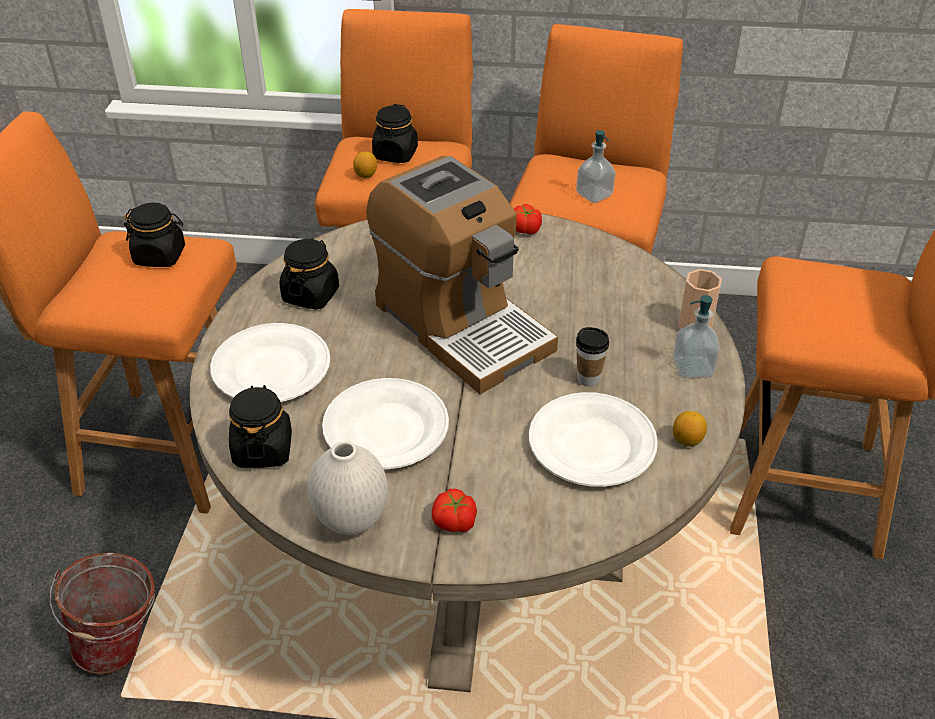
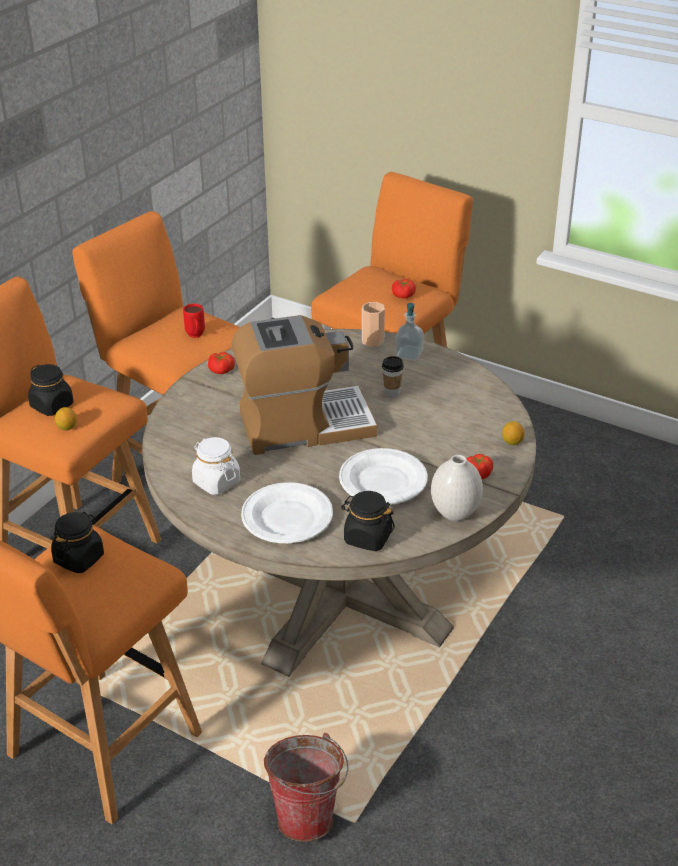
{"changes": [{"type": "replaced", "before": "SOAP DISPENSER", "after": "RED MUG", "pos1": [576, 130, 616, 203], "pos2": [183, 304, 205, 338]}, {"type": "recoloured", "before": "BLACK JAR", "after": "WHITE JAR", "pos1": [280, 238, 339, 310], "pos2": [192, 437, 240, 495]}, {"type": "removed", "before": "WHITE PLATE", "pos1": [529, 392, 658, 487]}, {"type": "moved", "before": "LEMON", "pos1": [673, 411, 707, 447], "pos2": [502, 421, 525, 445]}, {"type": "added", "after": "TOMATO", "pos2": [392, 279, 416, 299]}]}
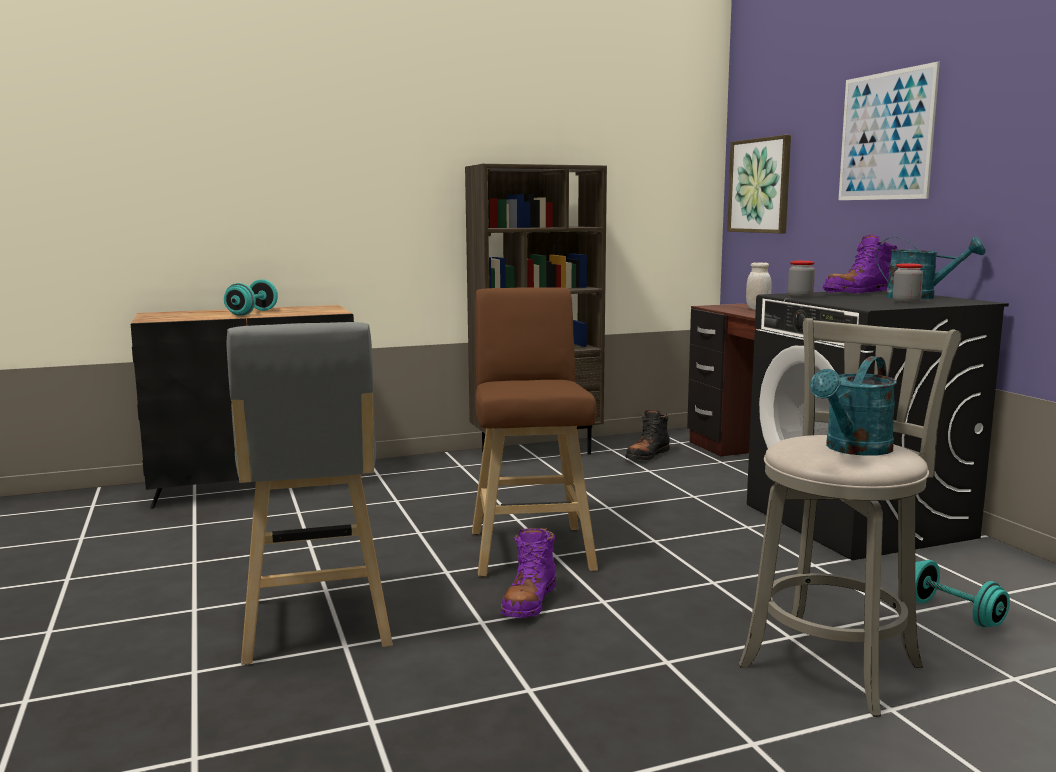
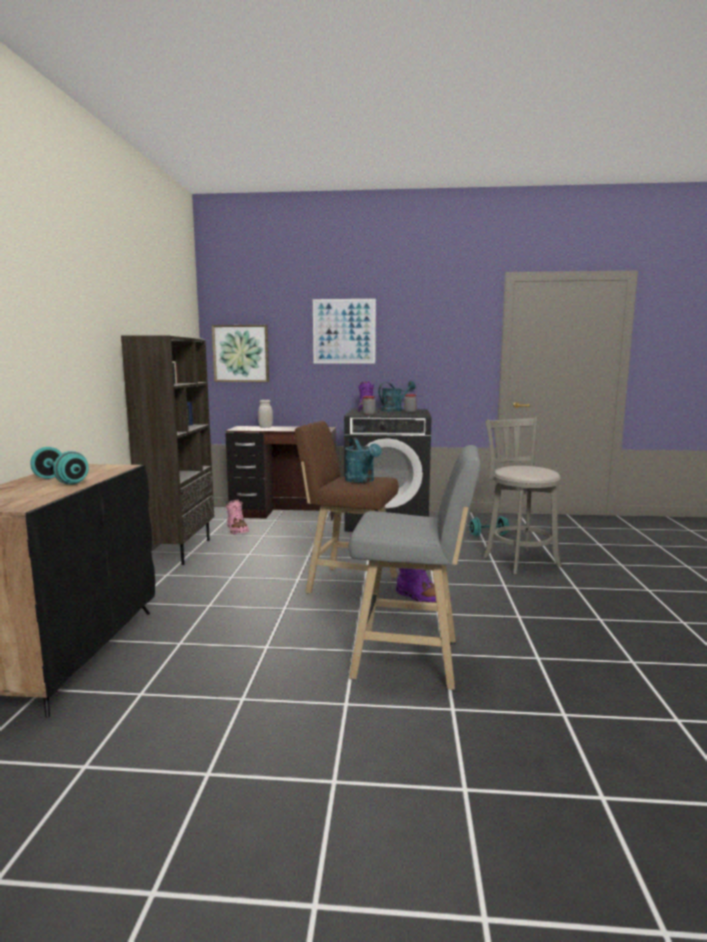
{"changes": [{"type": "moved", "before": "TURQUOISE WATERING CAN", "pos1": [810, 356, 896, 456], "pos2": [345, 438, 382, 483]}, {"type": "recoloured", "before": "BLACK BOOT", "after": "PINK BOOT", "pos1": [625, 410, 670, 460], "pos2": [226, 500, 249, 535]}]}
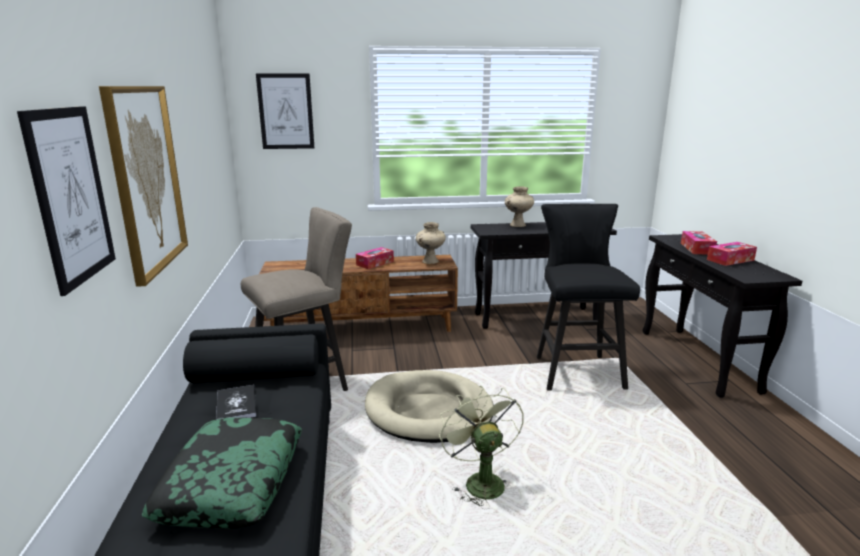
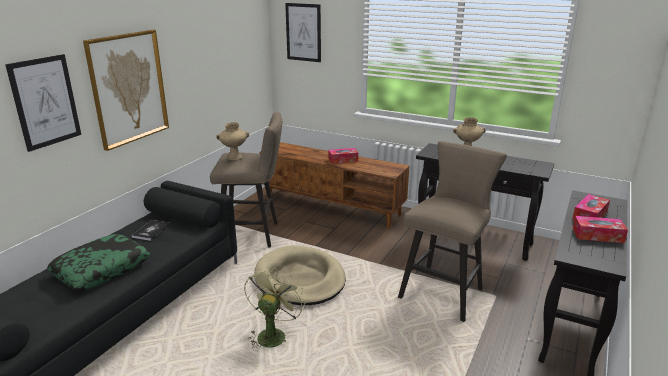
{"changes": [{"type": "recoloured", "before": "BLACK STOOL", "after": "BEIGE STOOL", "pos1": [537, 204, 640, 391], "pos2": [398, 141, 507, 322]}, {"type": "moved", "before": "BEIGE VASE", "pos1": [416, 222, 446, 264], "pos2": [216, 122, 249, 160]}]}
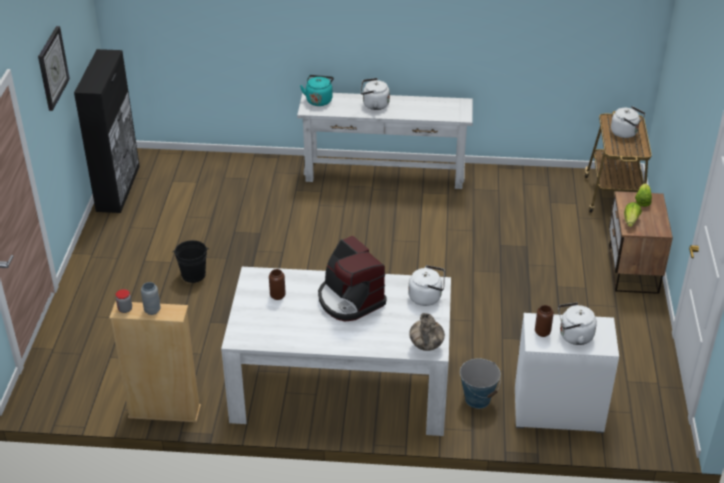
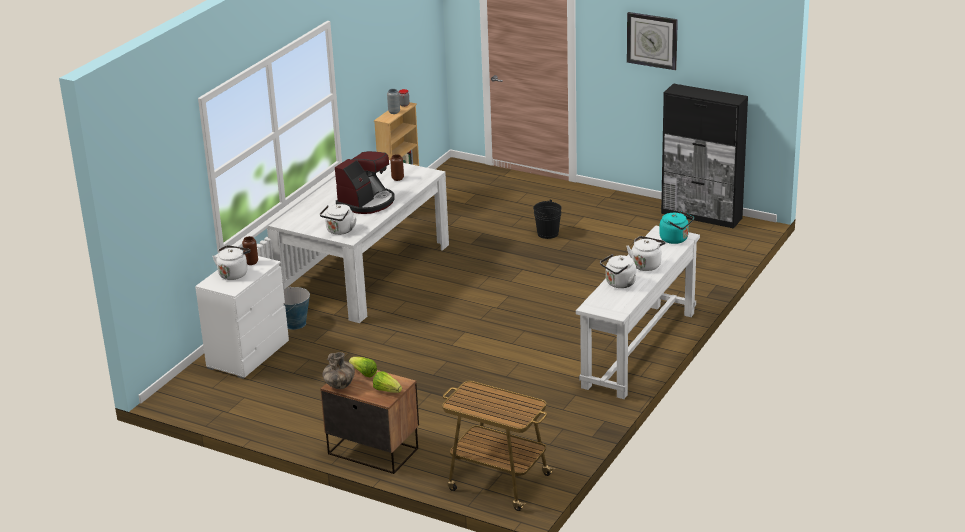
{"changes": [{"type": "moved", "before": "WHITE KETTLE", "pos1": [611, 106, 645, 138], "pos2": [600, 254, 636, 288]}, {"type": "turned", "before": "COFFEE MACHINE", "pos1": [318, 236, 387, 322], "pos2": [335, 151, 395, 214], "turn": 135}, {"type": "moved", "before": "VASE", "pos1": [409, 313, 445, 351], "pos2": [322, 352, 355, 389]}]}
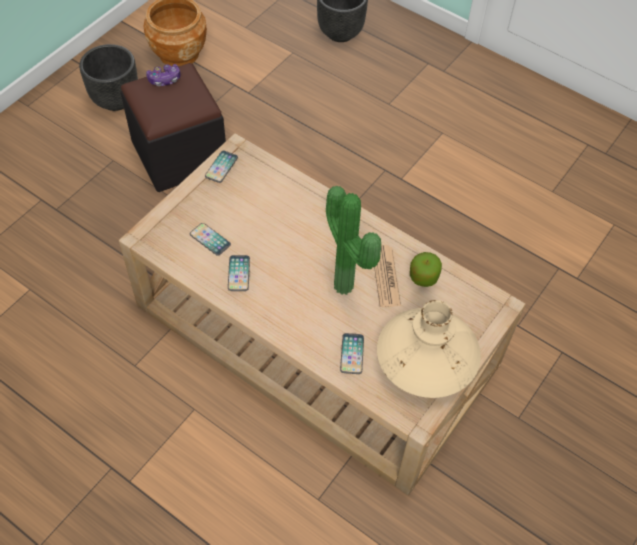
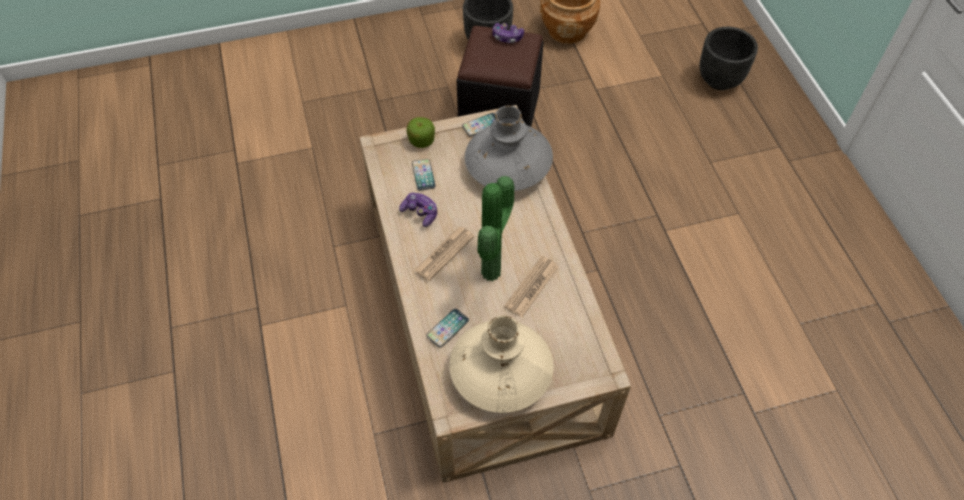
{"changes": [{"type": "moved", "before": "APPLE", "pos1": [410, 252, 442, 287], "pos2": [406, 117, 435, 148]}, {"type": "replaced", "before": "PHONE", "after": "GAME CONTROLLER", "pos1": [228, 255, 250, 291], "pos2": [399, 192, 437, 227]}, {"type": "added", "after": "GREY VASE", "pos2": [465, 106, 553, 191]}, {"type": "added", "after": "NEWSPAPER", "pos2": [414, 227, 474, 281]}]}
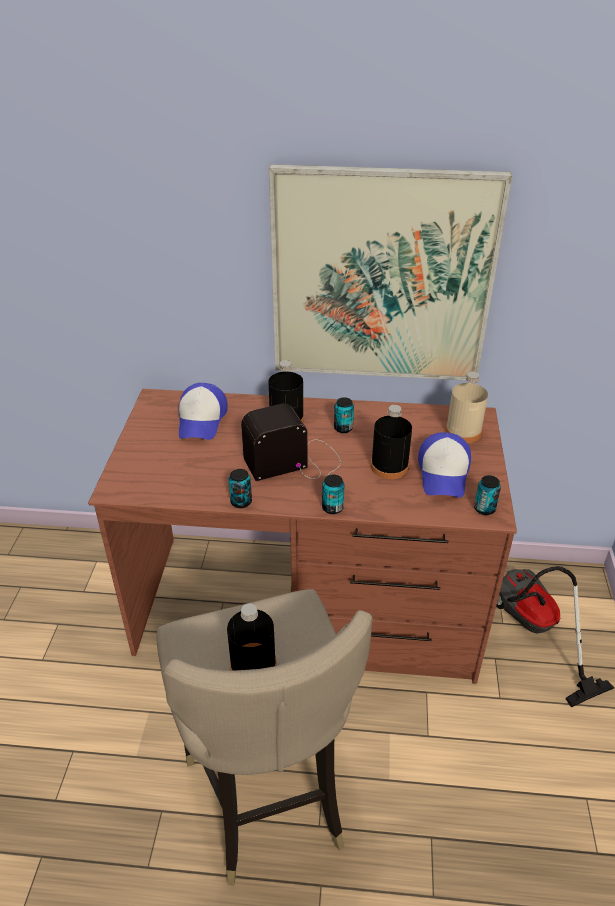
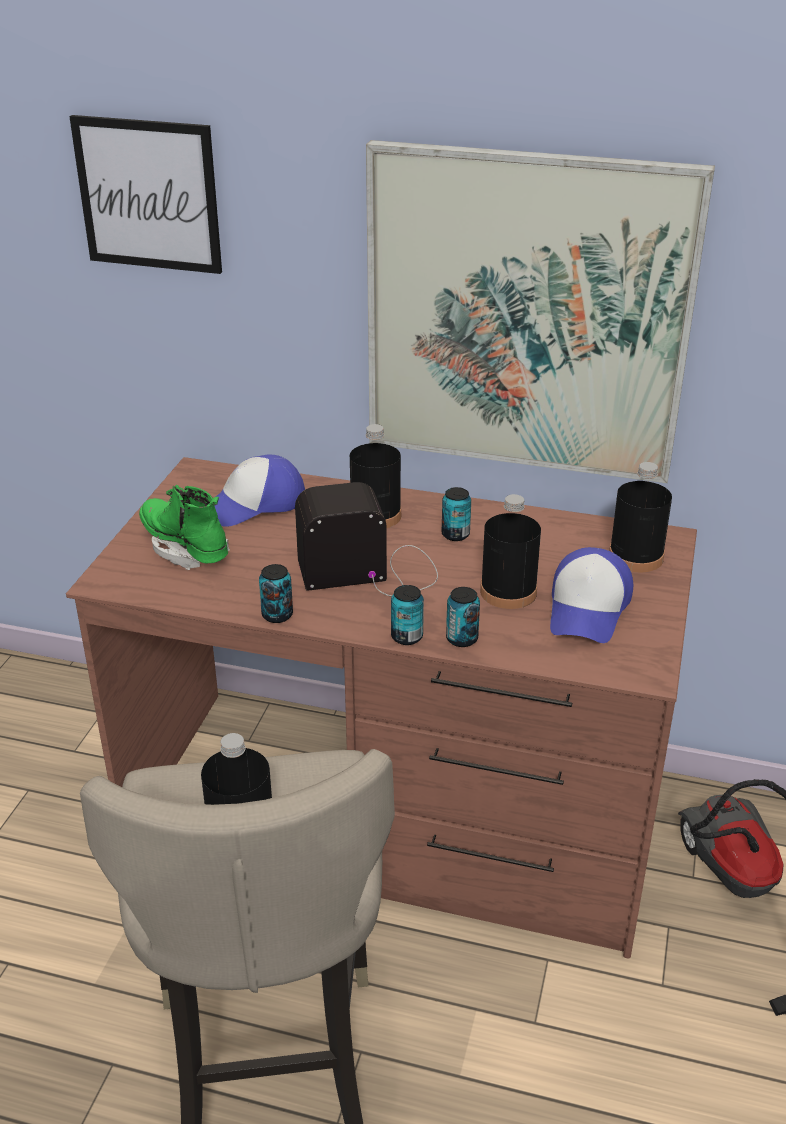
{"changes": [{"type": "recoloured", "before": "BEIGE BOTTLE", "after": "BLACK BOTTLE", "pos1": [446, 372, 488, 443], "pos2": [609, 462, 672, 572]}, {"type": "turned", "before": "CAP", "pos1": [179, 383, 228, 440], "pos2": [215, 455, 305, 527], "turn": 45}, {"type": "moved", "before": "CAN", "pos1": [474, 475, 501, 515], "pos2": [446, 587, 480, 647]}, {"type": "added", "after": "PICTURE", "pos2": [69, 115, 222, 274]}, {"type": "added", "after": "GREEN BOOT", "pos2": [139, 485, 230, 570]}]}
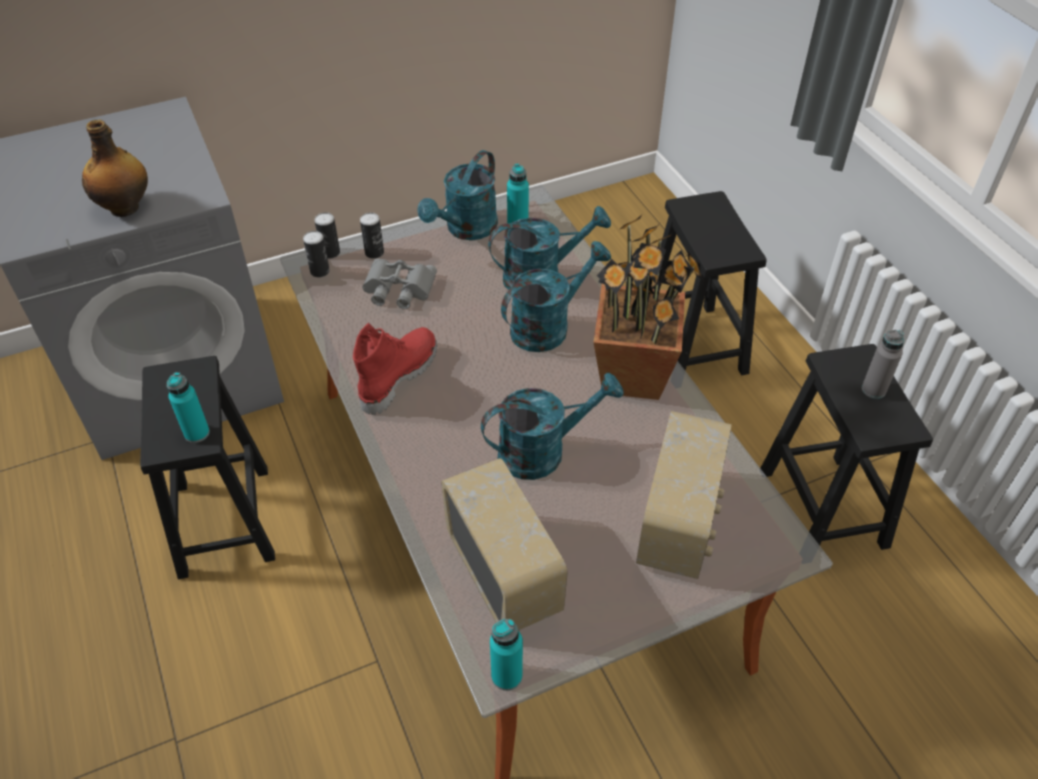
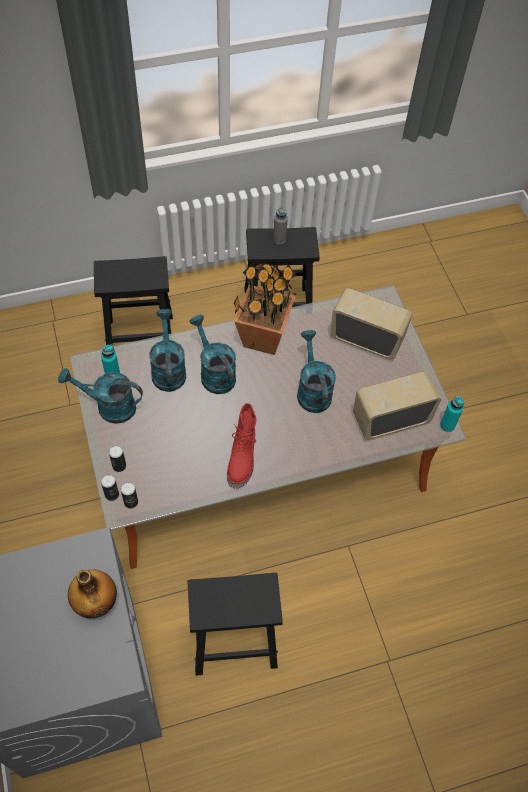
{"changes": [{"type": "turned", "before": "TURQUOISE WATERING CAN", "pos1": [418, 150, 498, 240], "pos2": [58, 368, 143, 424], "turn": 150}, {"type": "removed", "before": "GREY BINOCULARS", "pos1": [362, 258, 437, 309]}, {"type": "turned", "before": "RED BOOT", "pos1": [353, 323, 437, 415], "pos2": [227, 403, 257, 489], "turn": -120}, {"type": "removed", "before": "TURQUOISE BOTTLE", "pos1": [167, 372, 210, 443]}]}
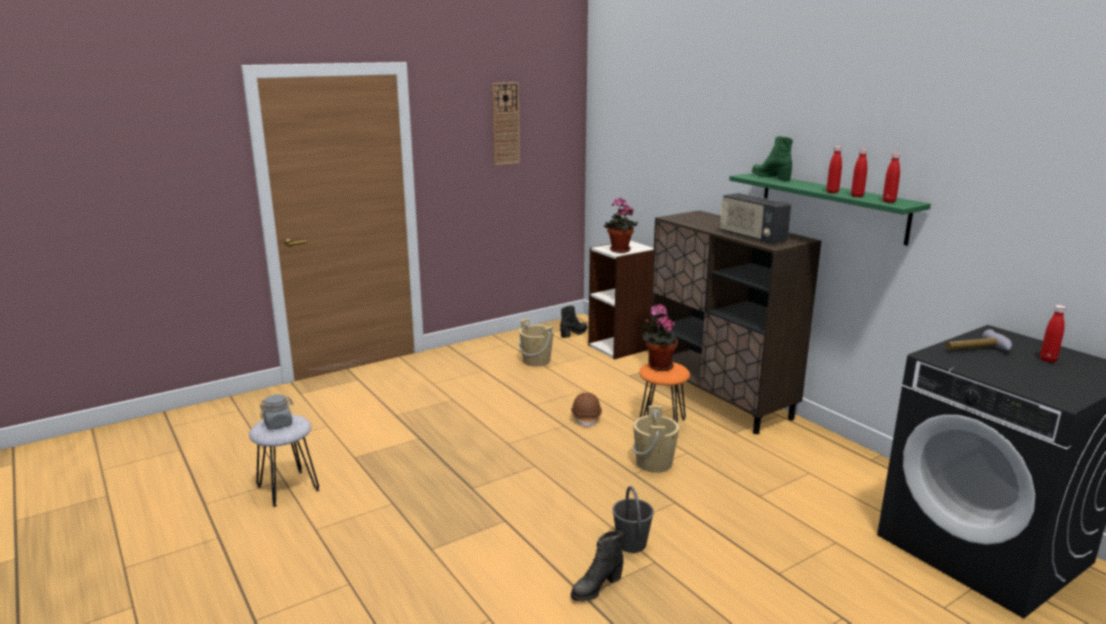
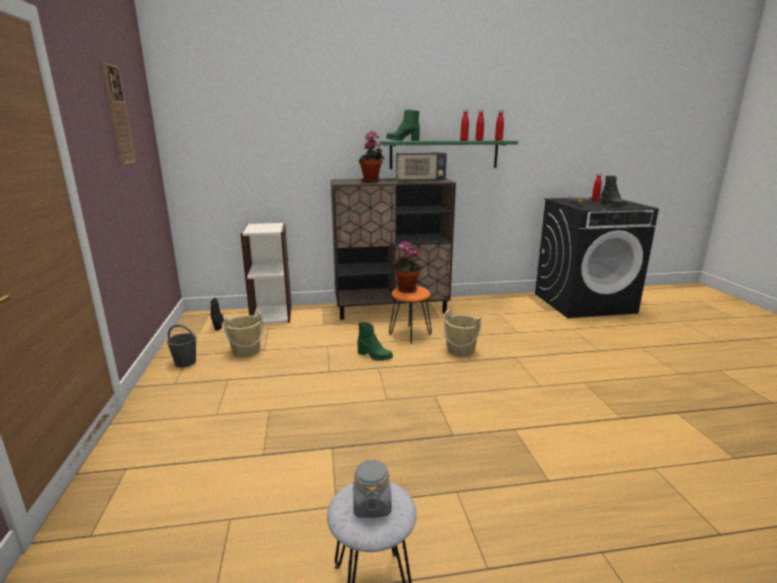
{"changes": [{"type": "moved", "before": "POTTED PLANT", "pos1": [604, 198, 638, 253], "pos2": [359, 131, 384, 182]}, {"type": "replaced", "before": "BROWN HARD HAT", "after": "GREEN BOOT", "pos1": [571, 392, 602, 428], "pos2": [357, 322, 393, 360]}, {"type": "moved", "before": "GREY BUCKET", "pos1": [612, 486, 654, 553], "pos2": [167, 324, 197, 367]}, {"type": "moved", "before": "BLACK BOOT", "pos1": [571, 531, 623, 602], "pos2": [600, 176, 627, 207]}]}
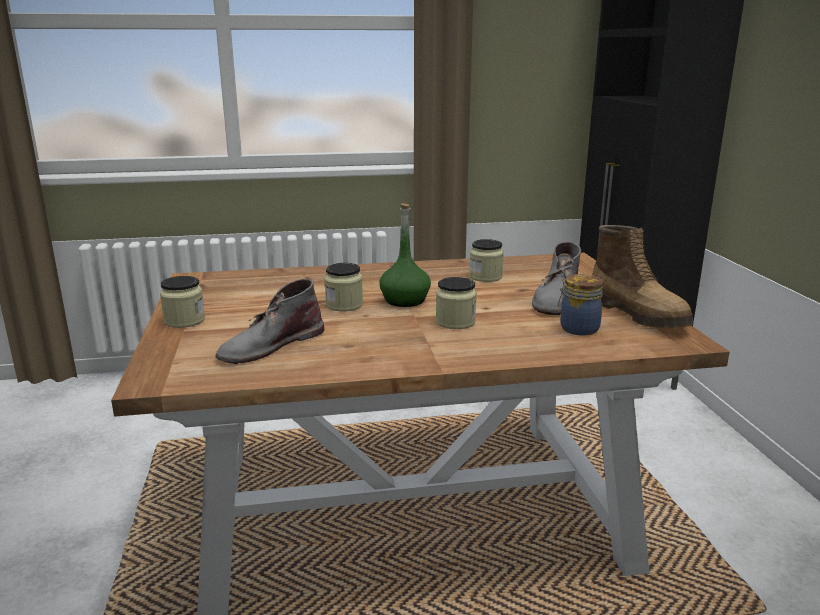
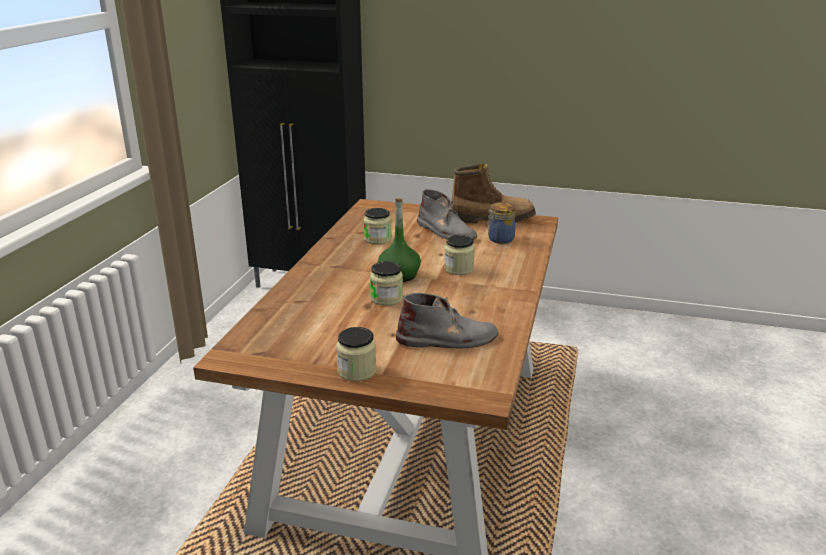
{"changes": [{"type": "turned", "before": "GREY BOOT", "pos1": [215, 279, 324, 364], "pos2": [396, 293, 499, 348], "turn": -75}]}
